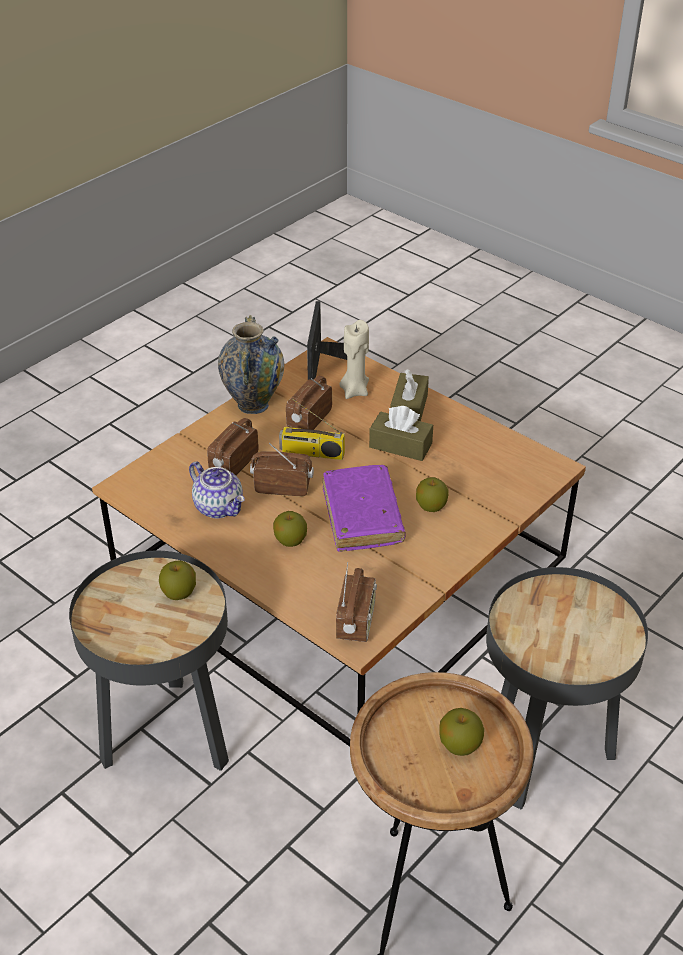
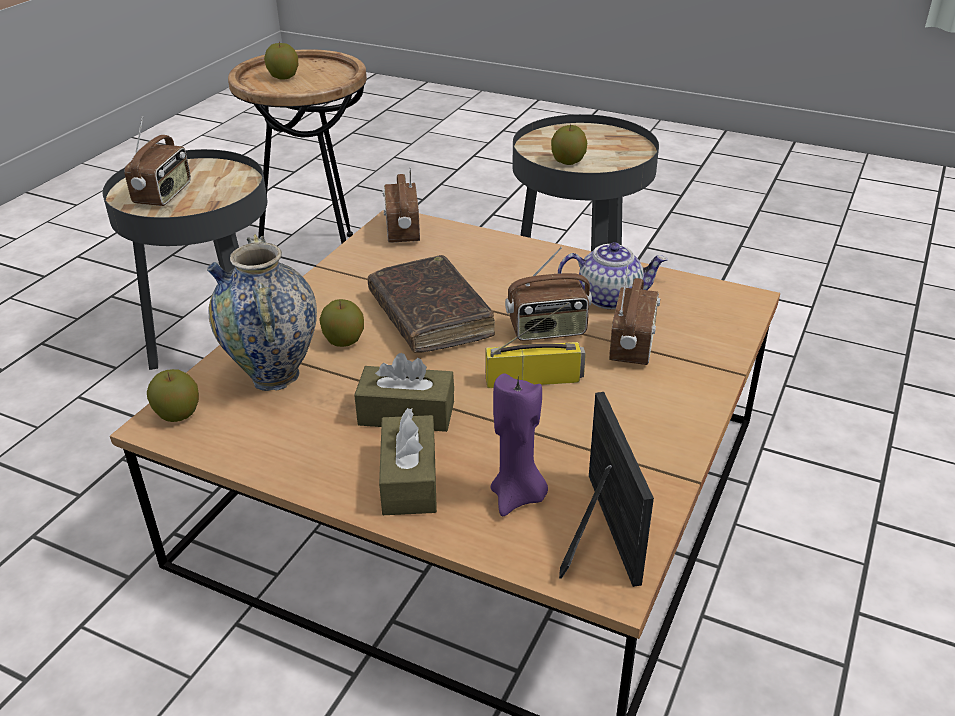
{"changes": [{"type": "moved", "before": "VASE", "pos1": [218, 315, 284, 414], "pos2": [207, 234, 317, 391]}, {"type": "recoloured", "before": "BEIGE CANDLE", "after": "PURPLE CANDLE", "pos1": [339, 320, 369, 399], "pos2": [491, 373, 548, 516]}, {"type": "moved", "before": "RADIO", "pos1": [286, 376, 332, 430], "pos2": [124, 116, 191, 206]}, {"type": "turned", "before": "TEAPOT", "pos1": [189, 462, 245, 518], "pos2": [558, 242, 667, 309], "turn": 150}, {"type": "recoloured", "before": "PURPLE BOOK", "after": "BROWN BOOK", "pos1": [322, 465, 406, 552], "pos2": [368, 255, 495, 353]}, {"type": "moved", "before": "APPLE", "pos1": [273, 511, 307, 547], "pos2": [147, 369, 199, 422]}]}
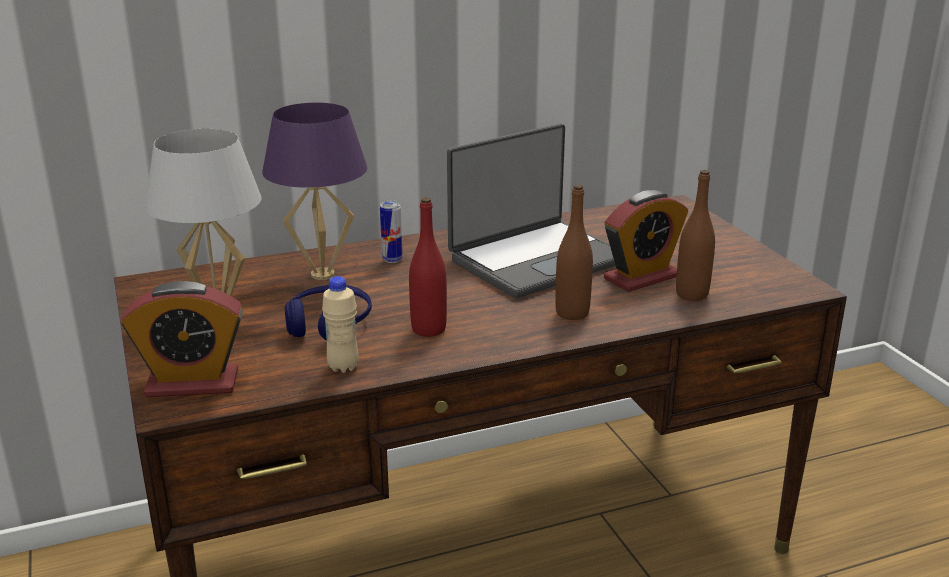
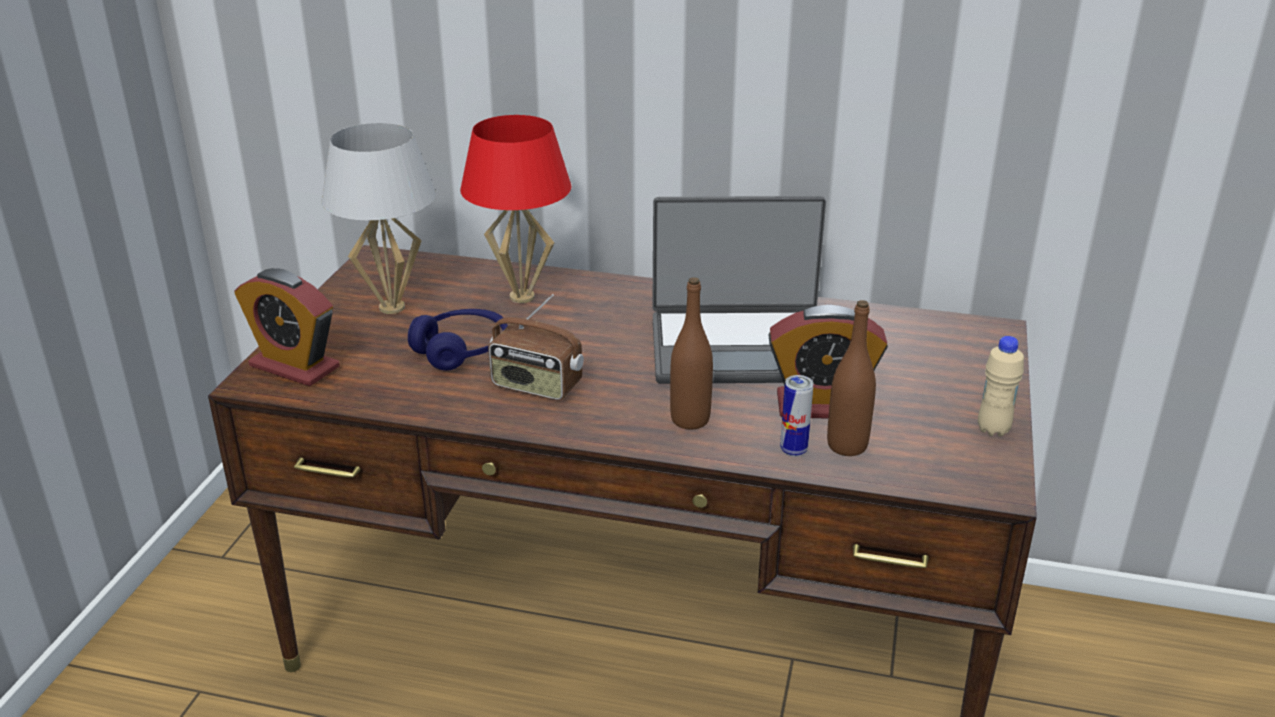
{"changes": [{"type": "recoloured", "before": "PURPLE TABLE LAMP", "after": "RED TABLE LAMP", "pos1": [262, 103, 367, 280], "pos2": [460, 115, 571, 303]}, {"type": "replaced", "before": "RED BOTTLE", "after": "RADIO", "pos1": [409, 198, 447, 337], "pos2": [488, 294, 584, 400]}, {"type": "moved", "before": "CAN", "pos1": [380, 201, 402, 263], "pos2": [780, 375, 814, 456]}, {"type": "moved", "before": "BEIGE BOTTLE", "pos1": [322, 276, 359, 373], "pos2": [978, 336, 1024, 436]}]}
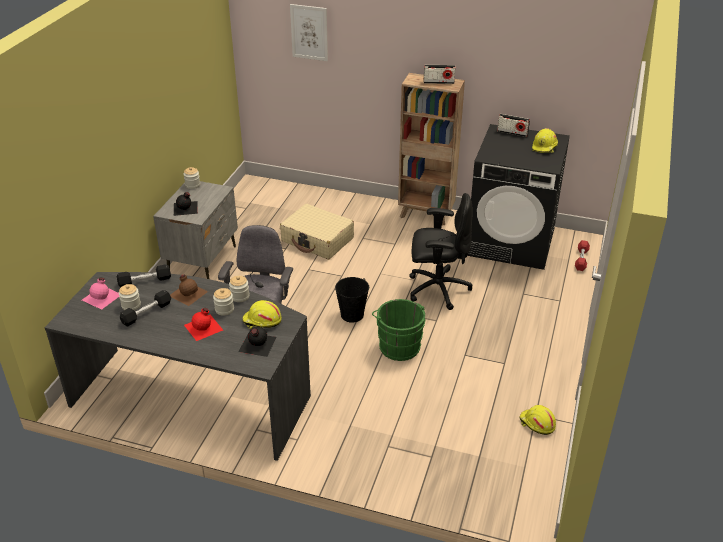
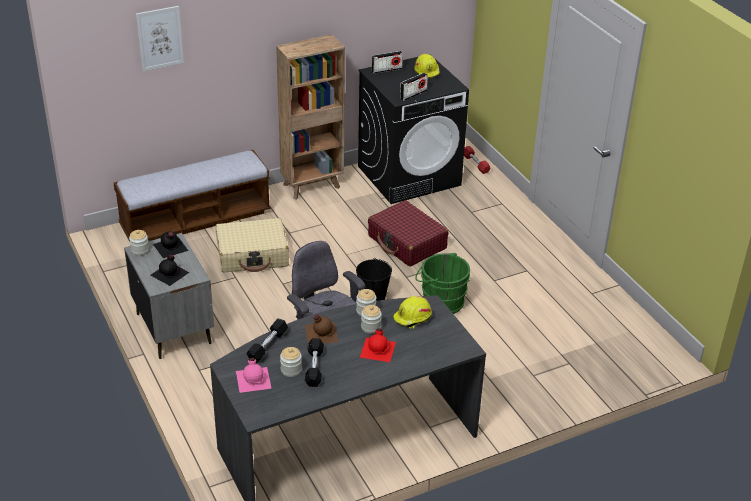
{"changes": [{"type": "moved", "before": "RADIO", "pos1": [424, 65, 456, 84], "pos2": [400, 73, 428, 101]}, {"type": "replaced", "before": "BLACK OFFICE CHAIR", "after": "RED SUITCASE", "pos1": [409, 193, 473, 310], "pos2": [368, 200, 448, 266]}, {"type": "moved", "before": "BLACK BOTTLE", "pos1": [238, 327, 277, 357], "pos2": [153, 231, 188, 258]}, {"type": "removed", "before": "YELLOW HARD HAT", "pos1": [520, 405, 556, 435]}, {"type": "added", "after": "BENCH", "pos2": [114, 150, 271, 241]}]}
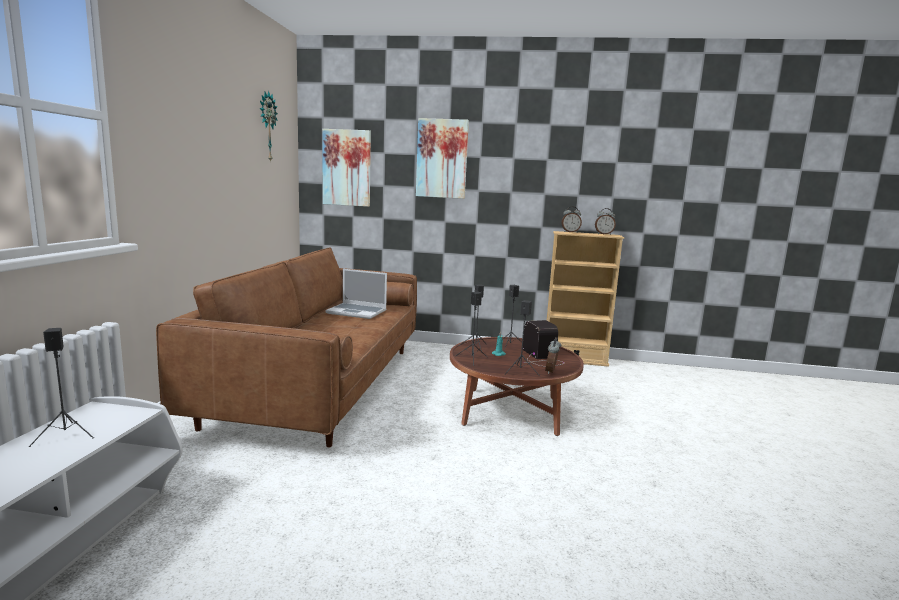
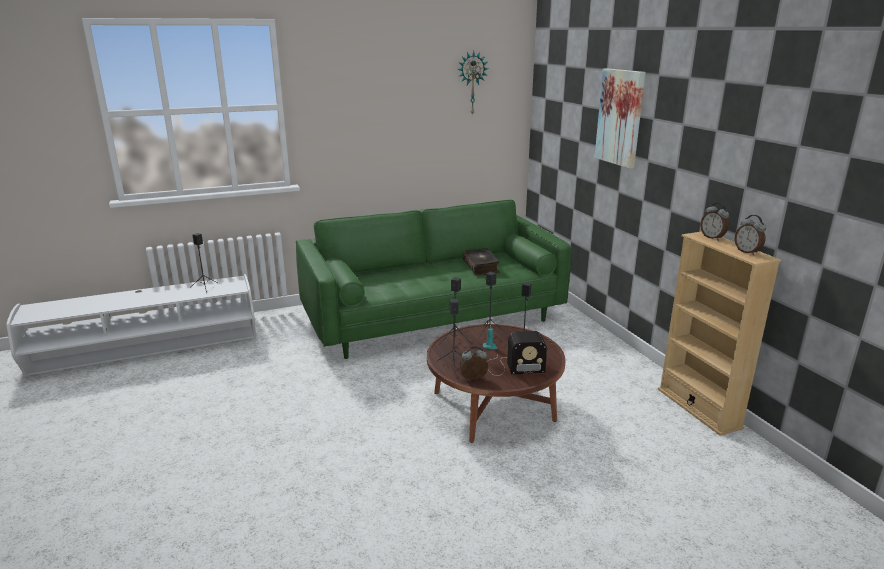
{"changes": [{"type": "removed", "before": "PICTURE", "pos1": [322, 129, 371, 207]}, {"type": "recoloured", "before": "BROWN SOFA", "after": "GREEN SOFA", "pos1": [156, 247, 417, 447], "pos2": [296, 200, 572, 359]}, {"type": "replaced", "before": "LAPTOP", "after": "BOOK", "pos1": [325, 269, 387, 319], "pos2": [462, 248, 500, 276]}, {"type": "turned", "before": "RADIO", "pos1": [523, 320, 564, 366], "pos2": [488, 331, 547, 376], "turn": 45}]}
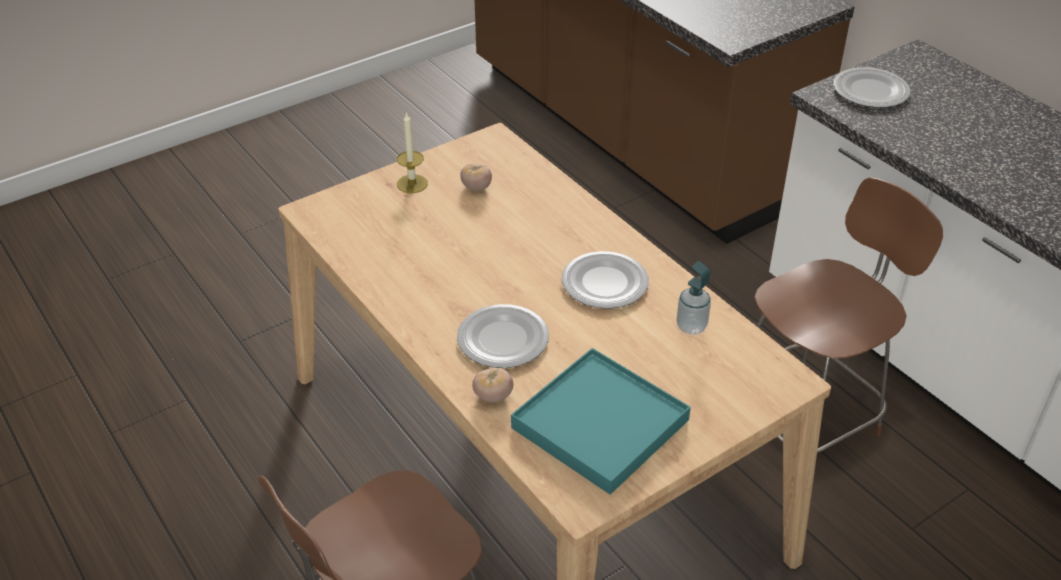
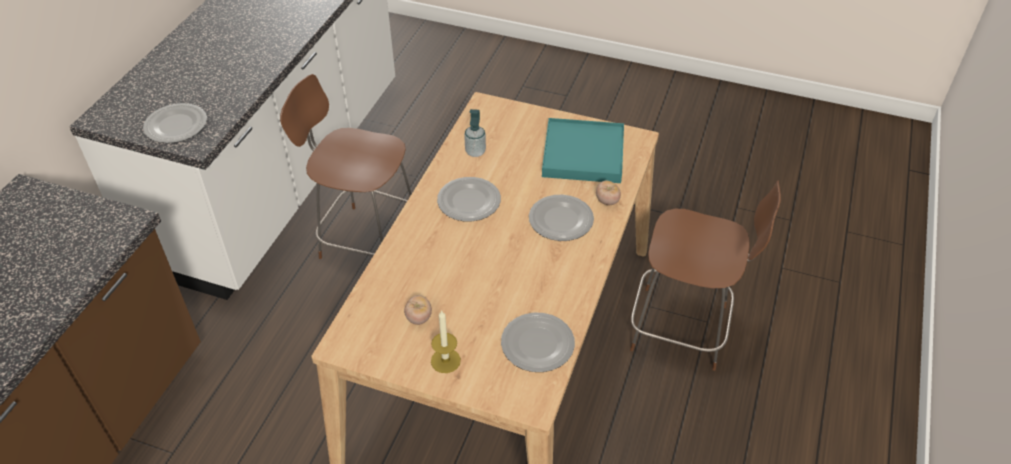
{"changes": [{"type": "added", "after": "PLATE", "pos2": [501, 313, 575, 372]}]}
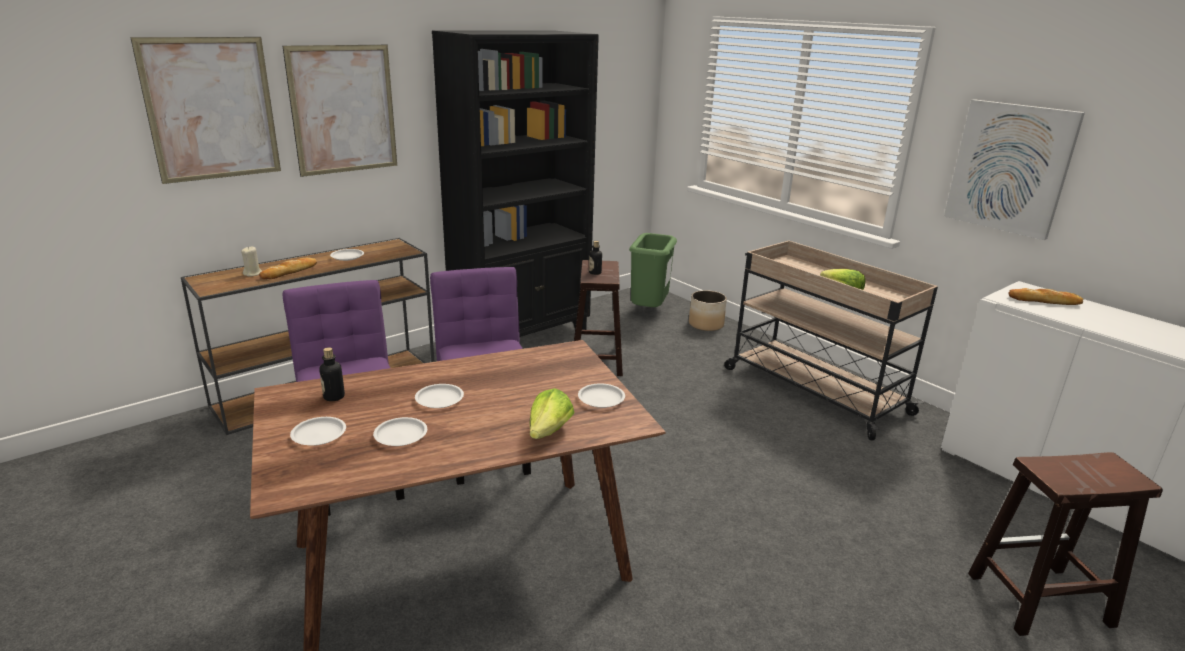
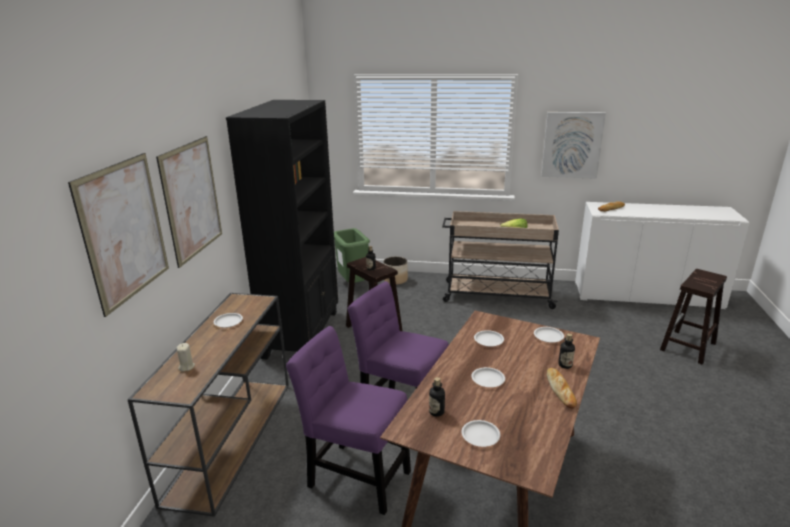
{"changes": [{"type": "moved", "before": "BREAD", "pos1": [259, 257, 317, 279], "pos2": [547, 368, 577, 409]}, {"type": "replaced", "before": "LETTUCE", "after": "BOTTLE", "pos1": [529, 388, 575, 439], "pos2": [558, 333, 575, 369]}, {"type": "moved", "before": "WHITE PLATE", "pos1": [373, 417, 427, 446], "pos2": [474, 330, 504, 347]}]}
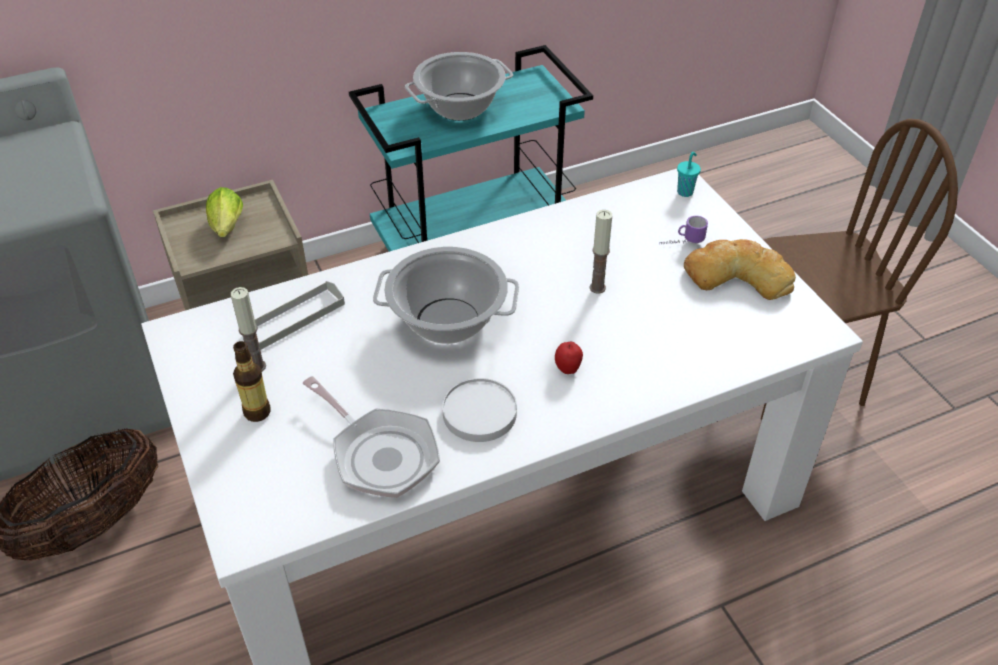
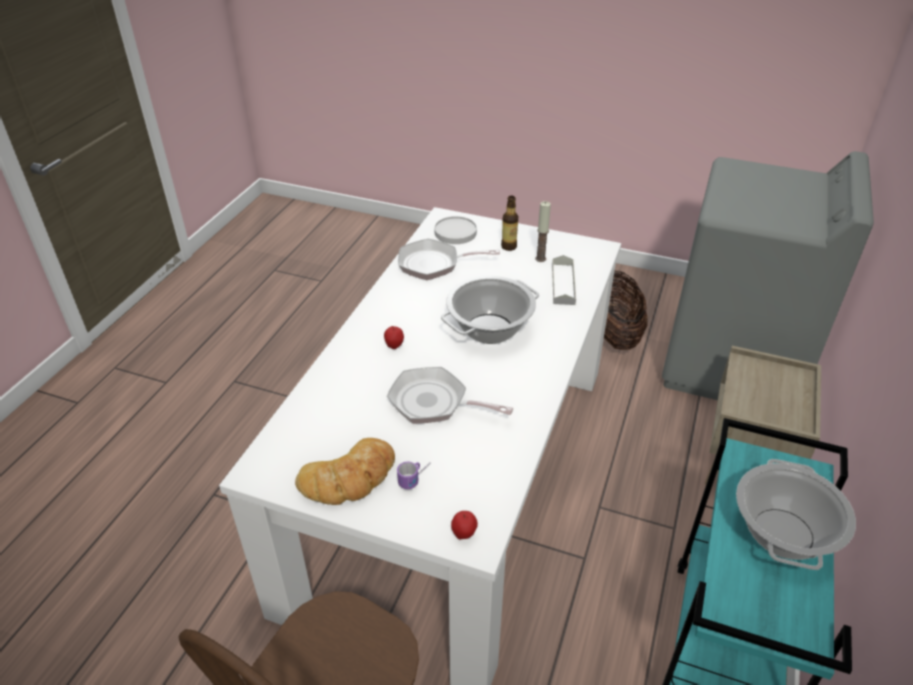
{"changes": [{"type": "replaced", "before": "TURQUOISE CUP", "after": "APPLE", "pos1": [677, 152, 701, 197], "pos2": [451, 511, 478, 540]}, {"type": "removed", "before": "LETTUCE", "pos1": [206, 187, 243, 237]}, {"type": "replaced", "before": "CANDLE", "after": "FRYING PAN", "pos1": [589, 210, 612, 294], "pos2": [387, 367, 513, 424]}, {"type": "moved", "before": "WHITE PLATE", "pos1": [442, 378, 517, 442], "pos2": [435, 216, 477, 244]}]}
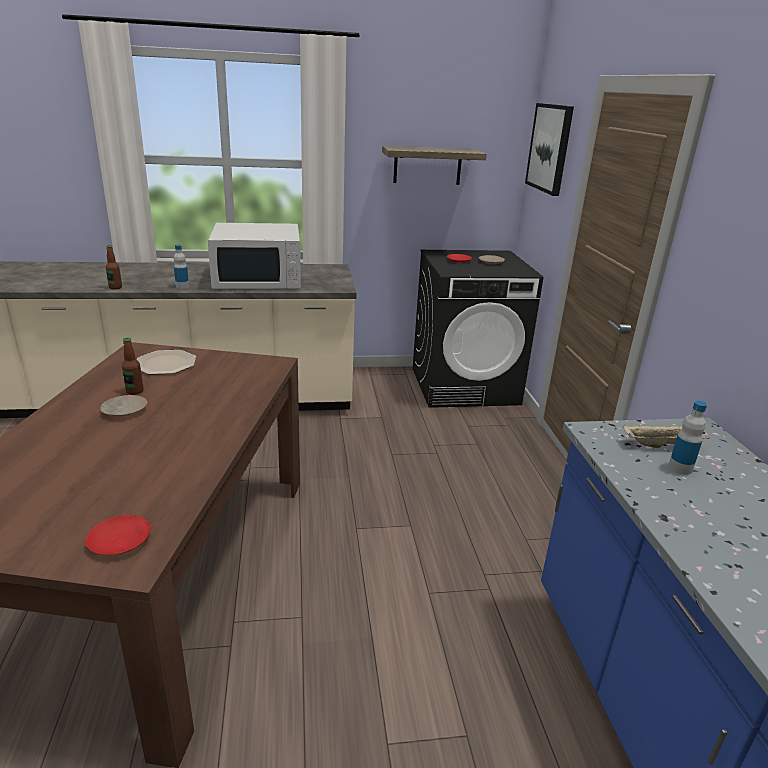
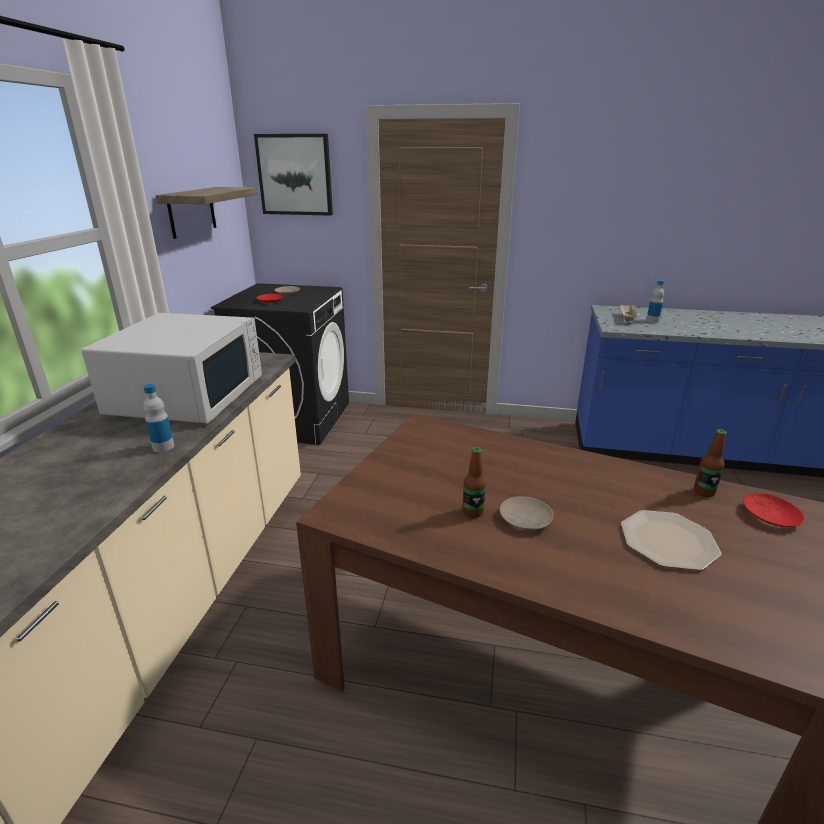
{"changes": [{"type": "moved", "before": "BOTTLE", "pos1": [106, 245, 122, 289], "pos2": [694, 429, 727, 497]}, {"type": "moved", "before": "PLATE", "pos1": [137, 350, 196, 375], "pos2": [621, 510, 721, 570]}]}
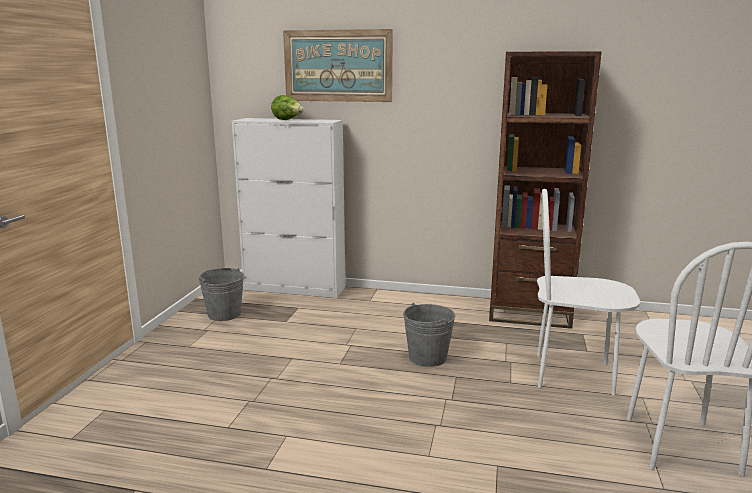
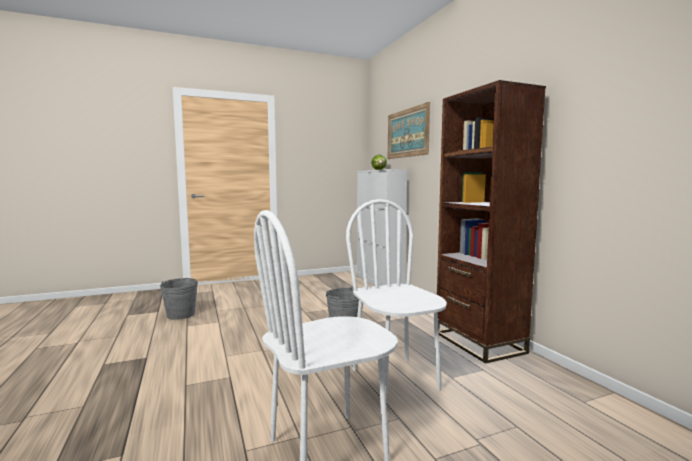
{"changes": [{"type": "moved", "before": "GREY BUCKET", "pos1": [199, 268, 244, 321], "pos2": [160, 278, 198, 320]}]}
